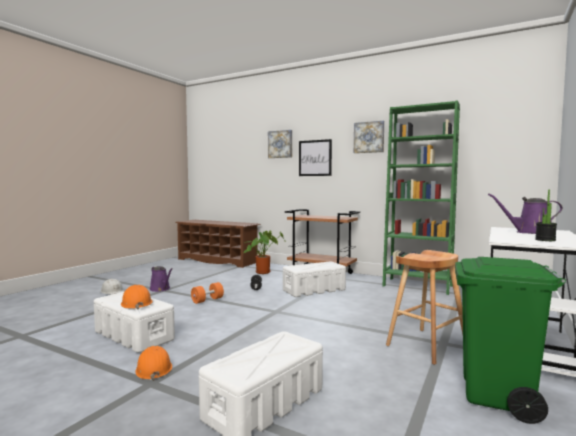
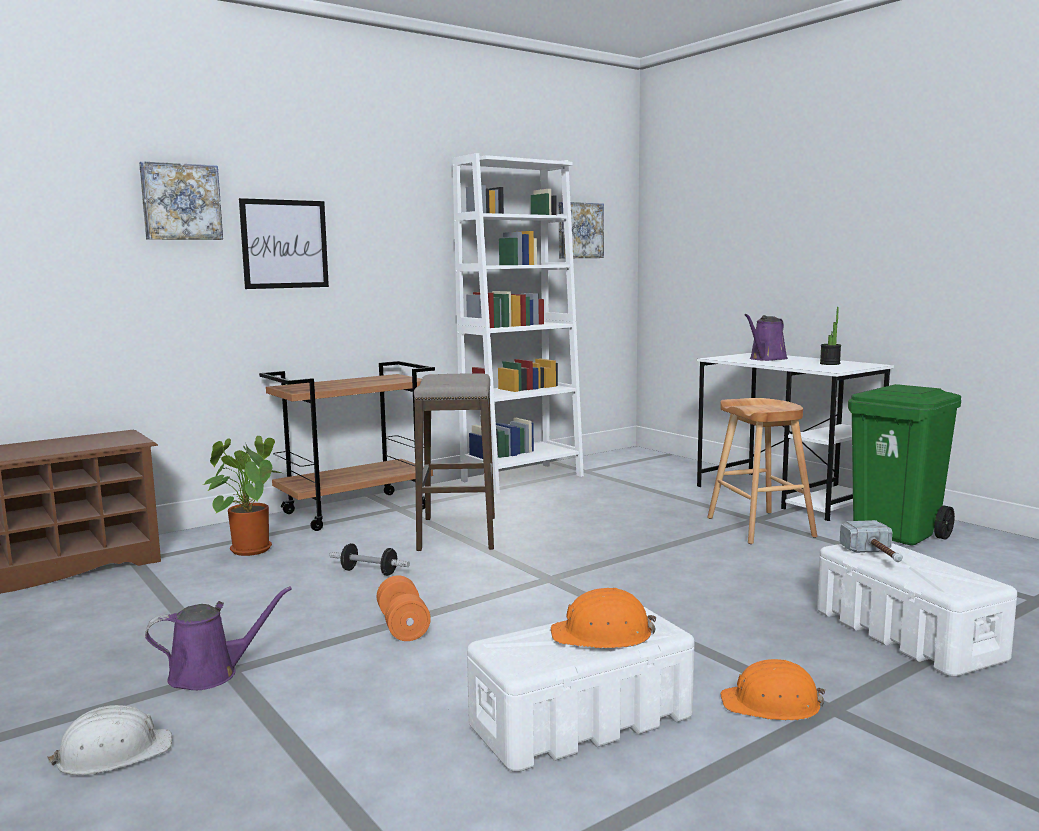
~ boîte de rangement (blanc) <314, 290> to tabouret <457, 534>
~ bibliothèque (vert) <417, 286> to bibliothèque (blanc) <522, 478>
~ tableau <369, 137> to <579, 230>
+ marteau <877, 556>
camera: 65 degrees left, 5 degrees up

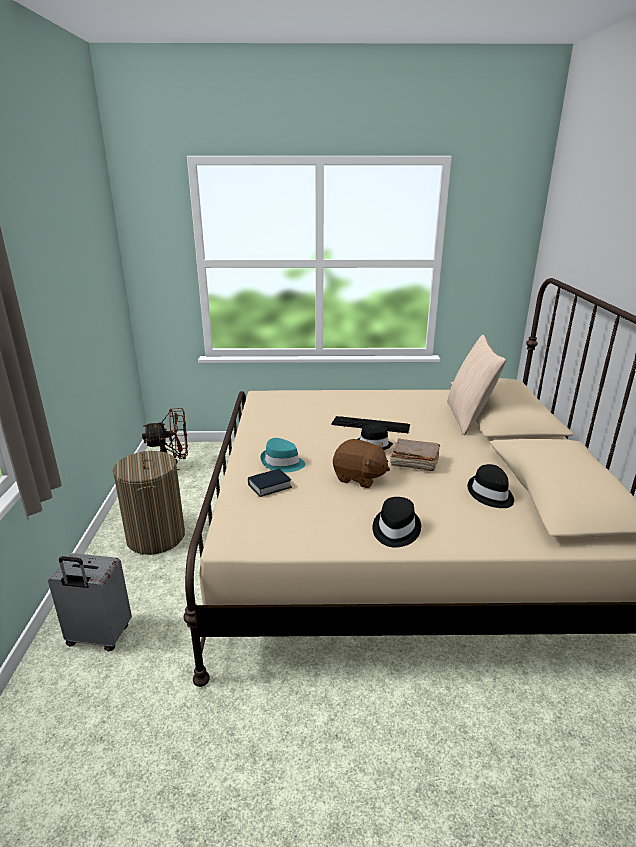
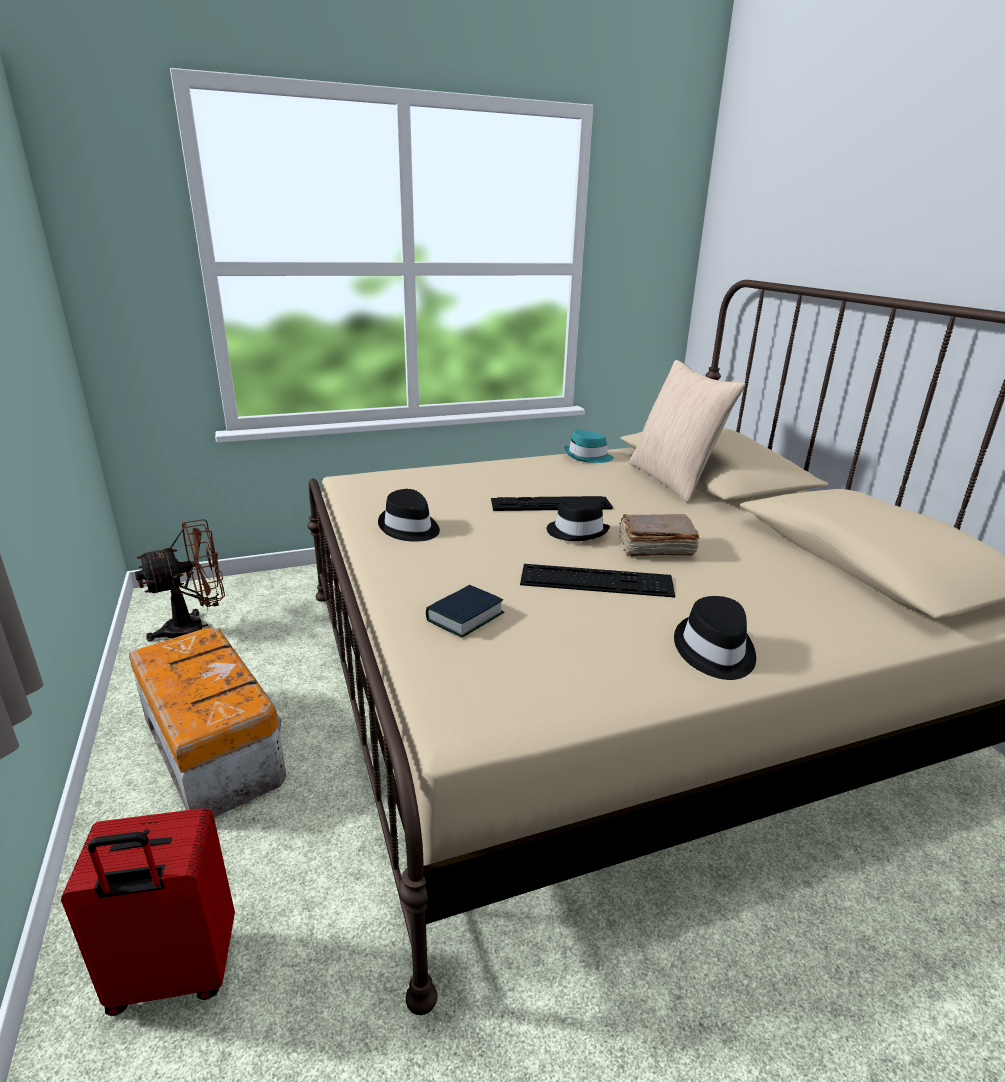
~ valise (gris) <98, 637> to valise (rouge) <174, 975>
~ panier à linge <156, 537> to boîte de rangement <213, 748>
~ chapeau (noir) <490, 494> to <409, 528>
~ peluche (marron) <359, 478> to clavier <596, 581>
~ chapeau (turquoise) <282, 463> to <588, 457>
camera: 20 degrees left, 0 degrees up

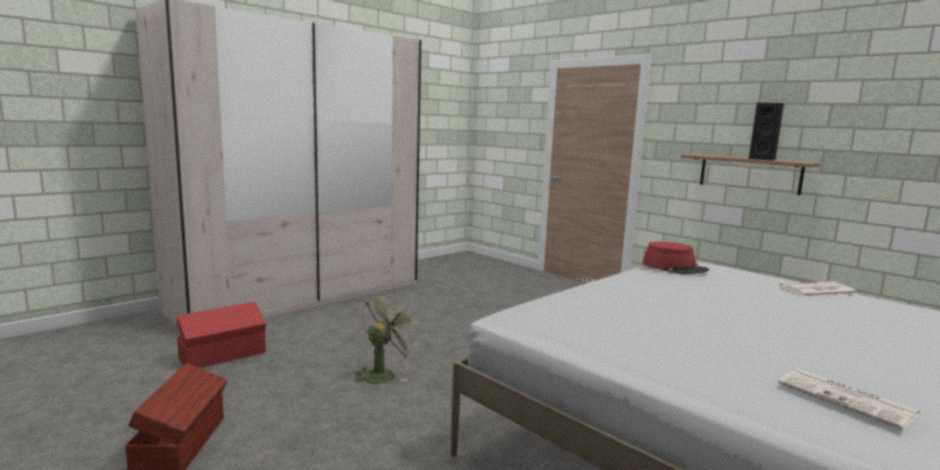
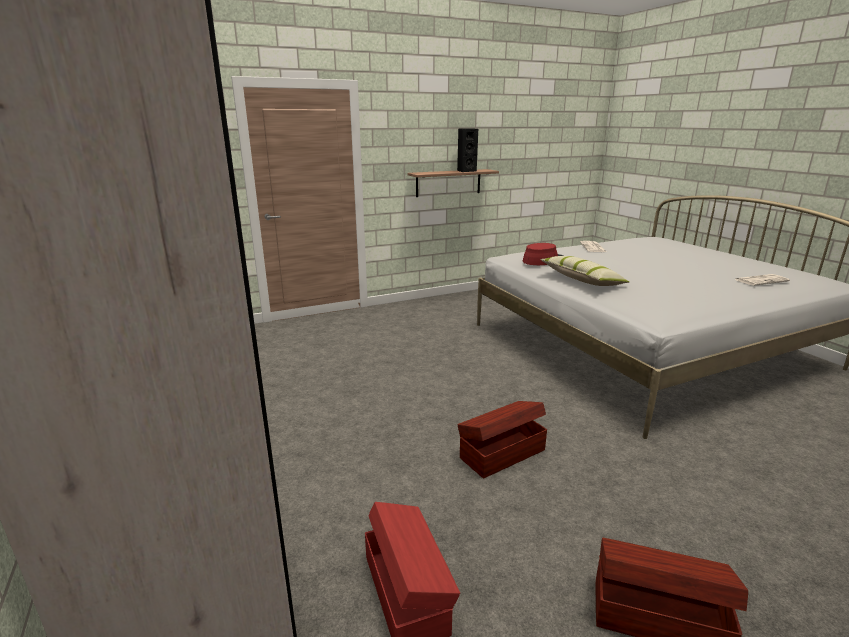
~ ventilateur (vert) <383, 374> to boîte de rangement (marron) <501, 453>
+ coussin <581, 280>
camera: 70 degrees left, 10 degrees up

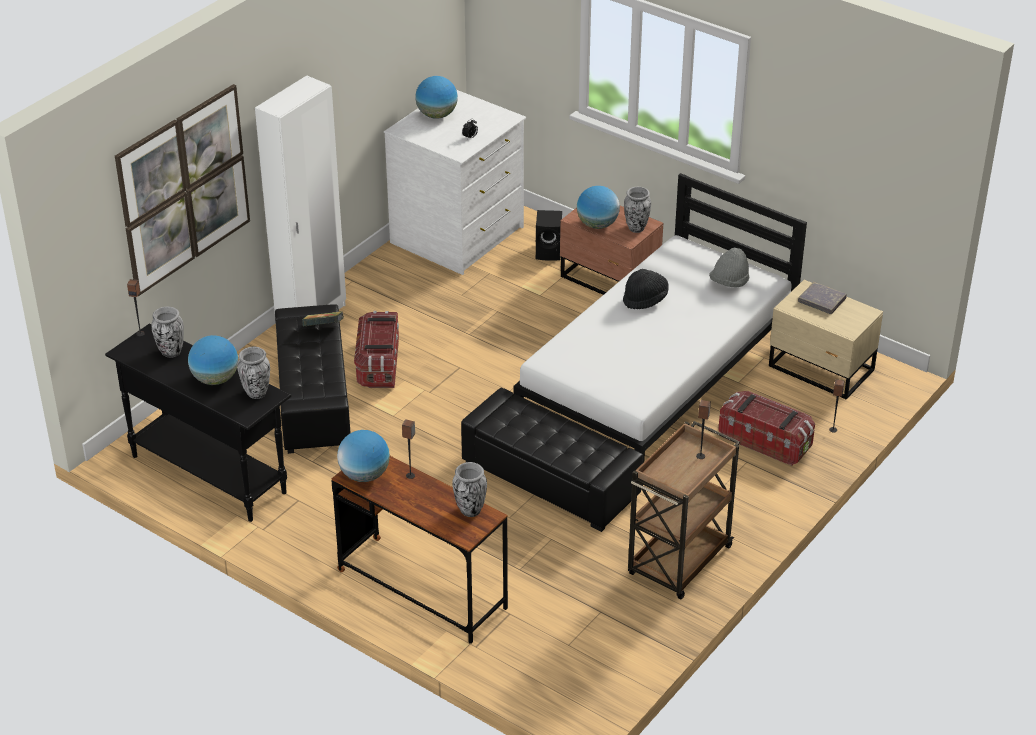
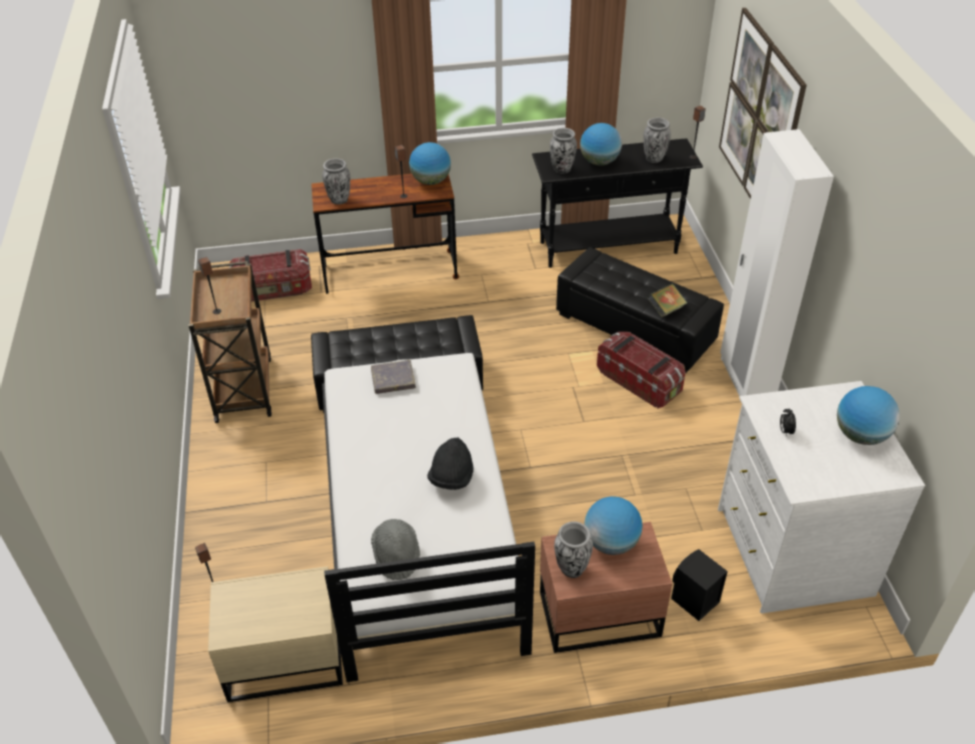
~ boîte de rangement <765, 441> to <273, 290>
~ livre (gris) <821, 301> to <393, 379>
camera: 135 degrees right, 5 degrees up

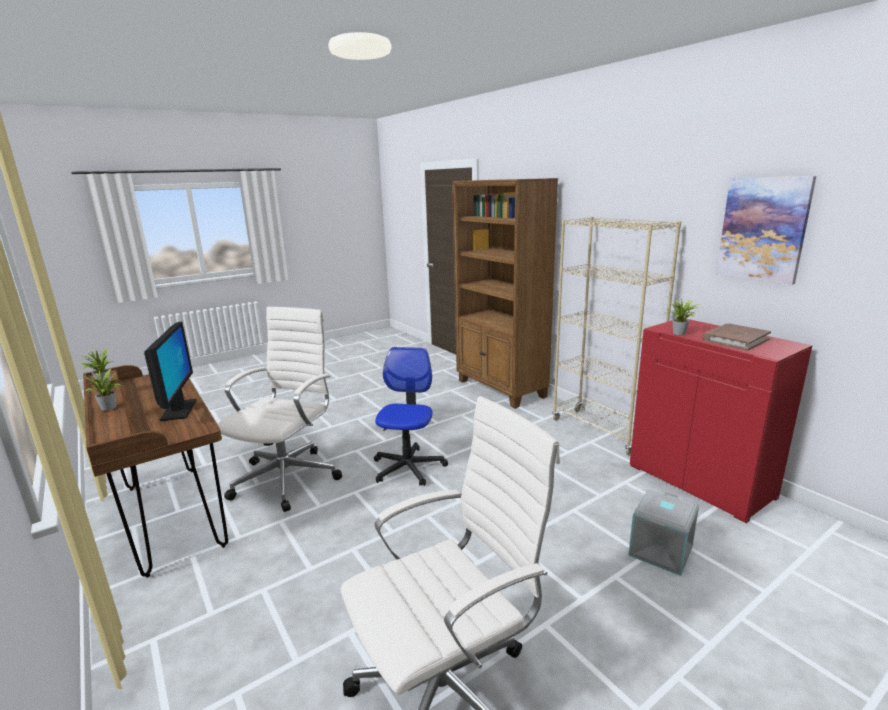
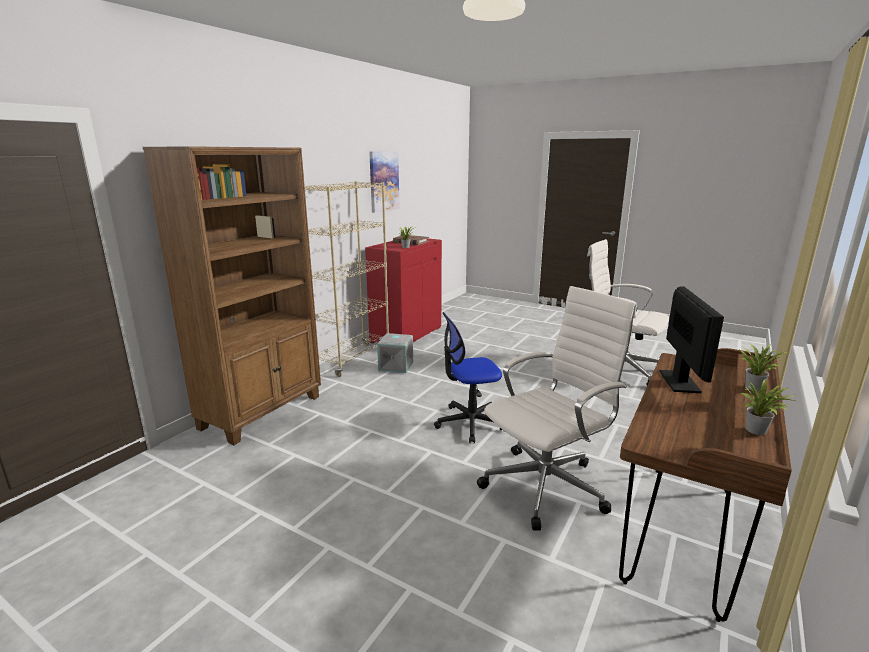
~ boîte de rangement (gris) <661, 551> to <396, 366>
~ chaise de bureau (blanc) <289, 477> = <548, 485> 150 degrees clockwise
~ écran d'ordinateur <179, 410> = <679, 382> 135 degrees clockwise
camera: 115 degrees left, 0 degrees up

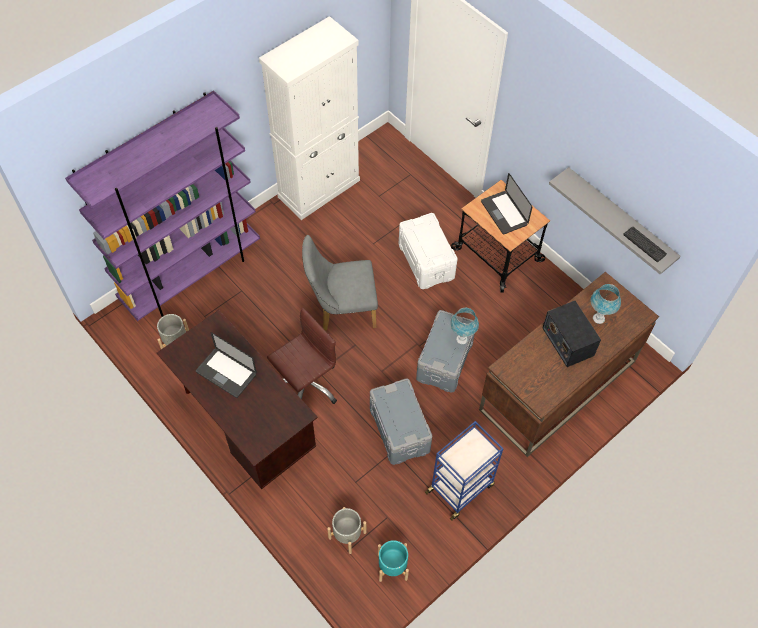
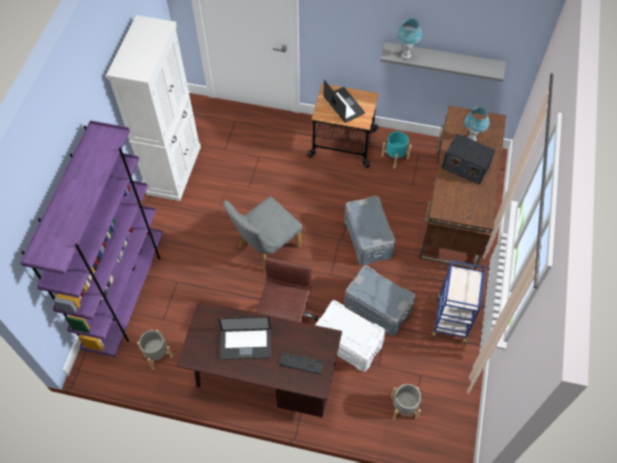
~ clavier <644, 244> to <301, 363>
~ boîte de rangement (blanc) <426, 261> to <348, 342>
~ ordinateur portable <504, 213> = <344, 105> 150 degrees counterclockwise
~ cache-pot (turquoise) <392, 567> to <395, 157>
~ lampe de table (bleu) <462, 339> to <406, 55>
camera: 35 degrees left, 0 degrees up

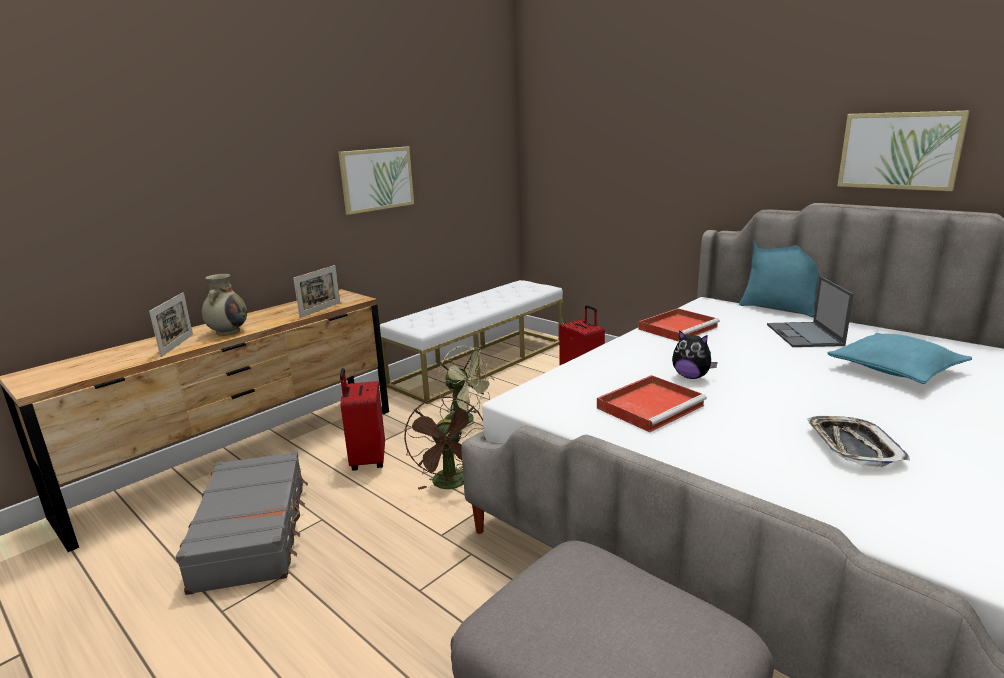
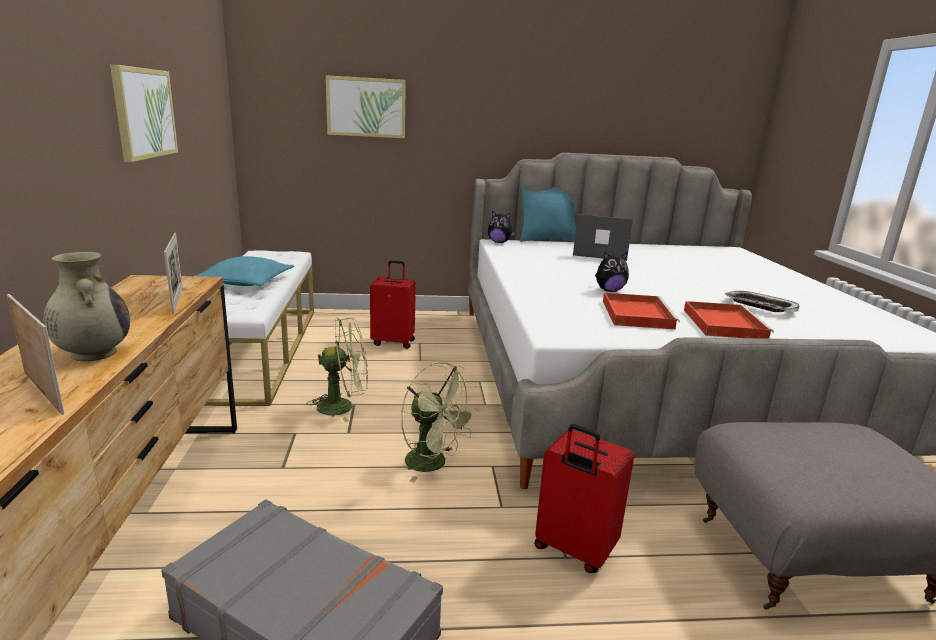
~ coussin (turquoise) <895, 369> to <246, 282>
~ tableau <899, 150> to <366, 107>
~ ventilateur (marron) <451, 485> to ventilateur (vert) <434, 464>
+ peluche <499, 242>
~ valise (rouge) <367, 460> to <573, 550>
~ ordinateur portable <805, 335> = <599, 253> 150 degrees clockwise
~ plateau (rouge) <678, 327> to <723, 323>
camera: 50 degrees left, 0 degrees up

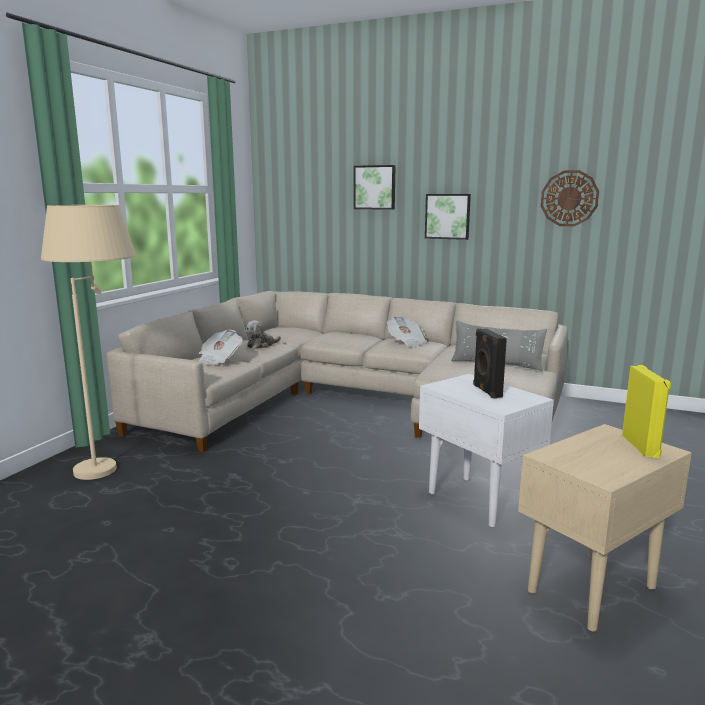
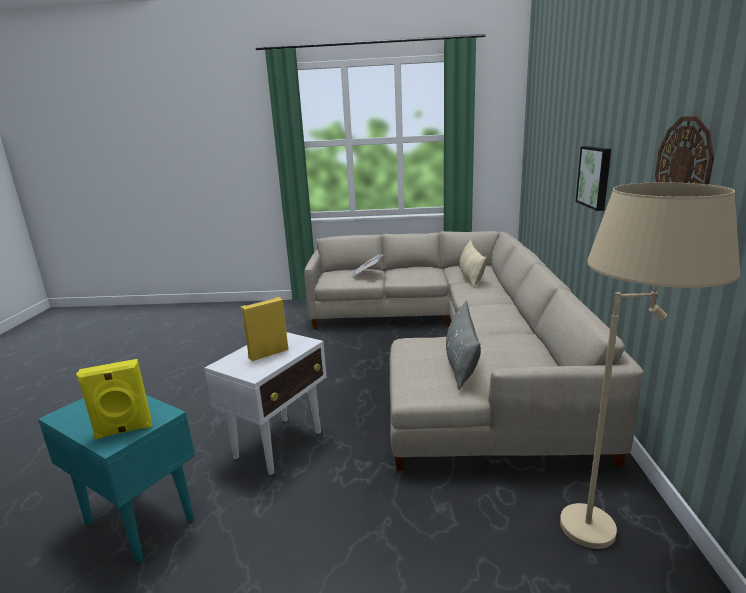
~ table d'appoint (beige) <590, 590> to table d'appoint (turquoise) <139, 520>
~ enceinte (noir) <486, 391> to enceinte (jaune) <268, 353>
+ coussin (beige) <470, 277>
~ lampadaire (beige) <111, 461> to <617, 527>
- peluche <262, 345>
- tableau <375, 187>
- journal <406, 342>
camera: 70 degrees right, 5 degrees up

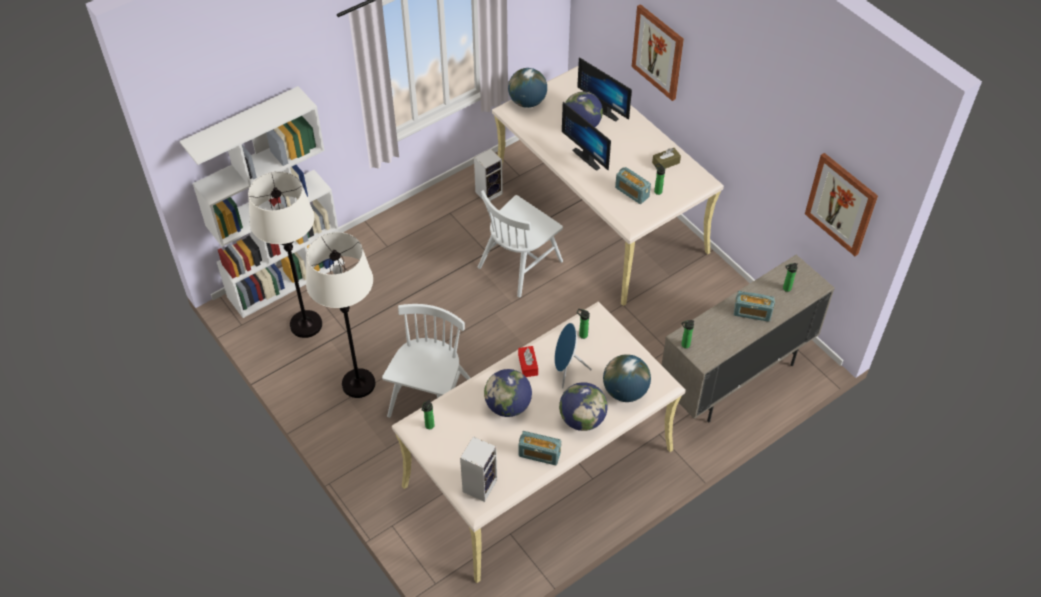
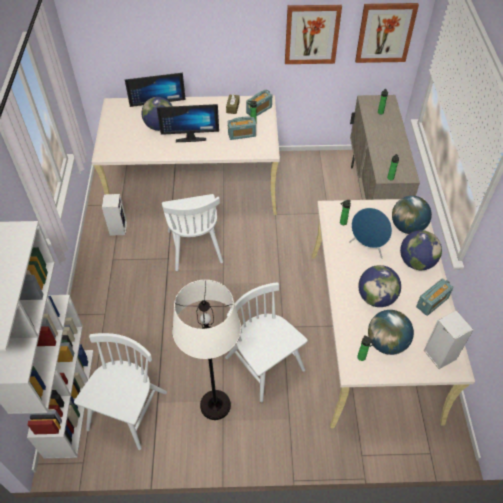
~ lampadaire (blanc) <306, 325> to chaise (blanc) <127, 411>
~ radio <752, 313> to <259, 110>
~ tableau <658, 52> to <312, 34>
~ globe <527, 102> to <386, 342>
- boîte à mouchoirs (rouge) <528, 365>
camera: 55 degrees left, 0 degrees up

